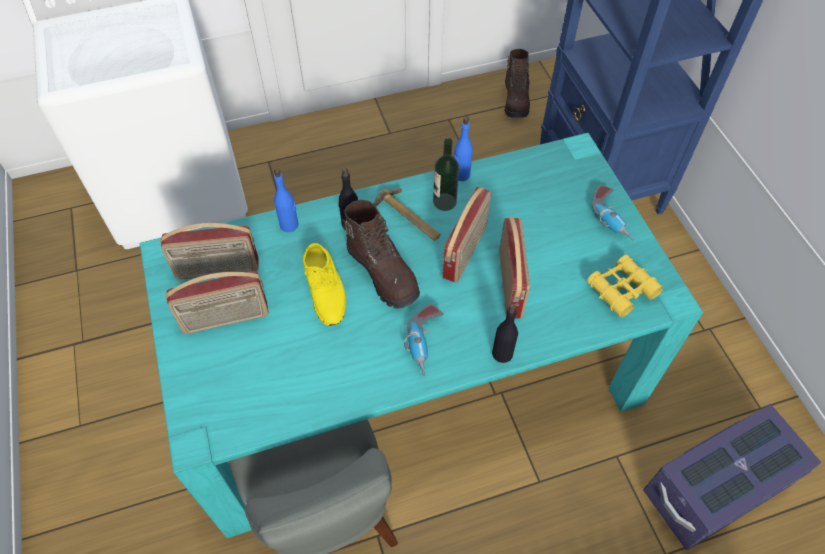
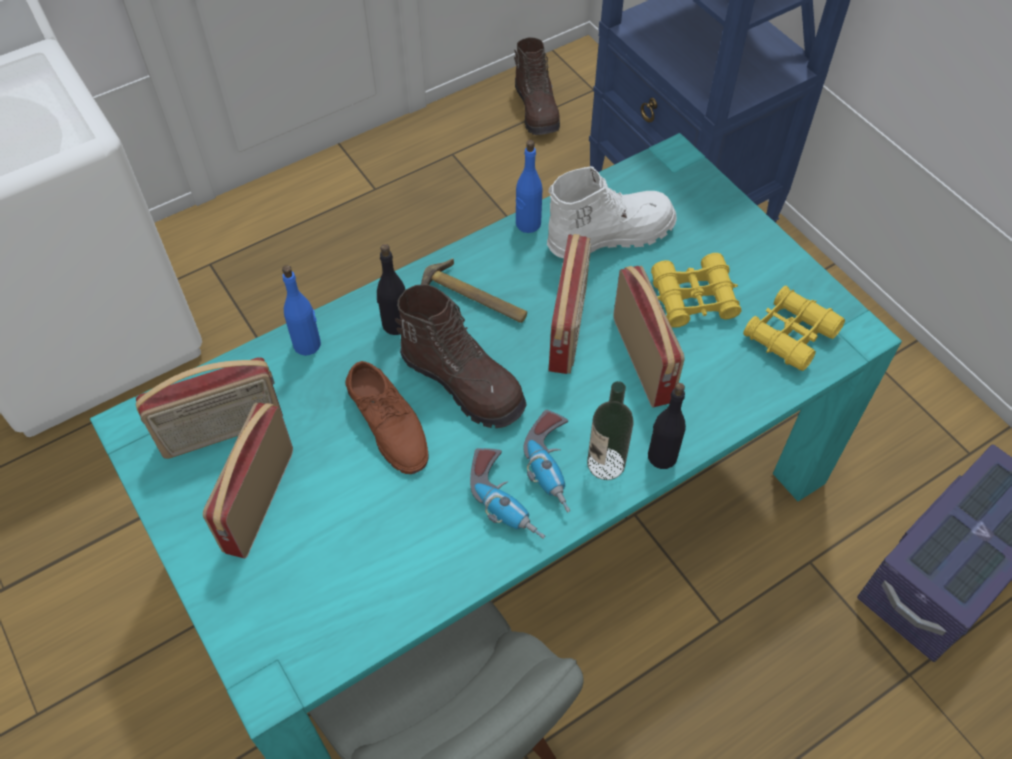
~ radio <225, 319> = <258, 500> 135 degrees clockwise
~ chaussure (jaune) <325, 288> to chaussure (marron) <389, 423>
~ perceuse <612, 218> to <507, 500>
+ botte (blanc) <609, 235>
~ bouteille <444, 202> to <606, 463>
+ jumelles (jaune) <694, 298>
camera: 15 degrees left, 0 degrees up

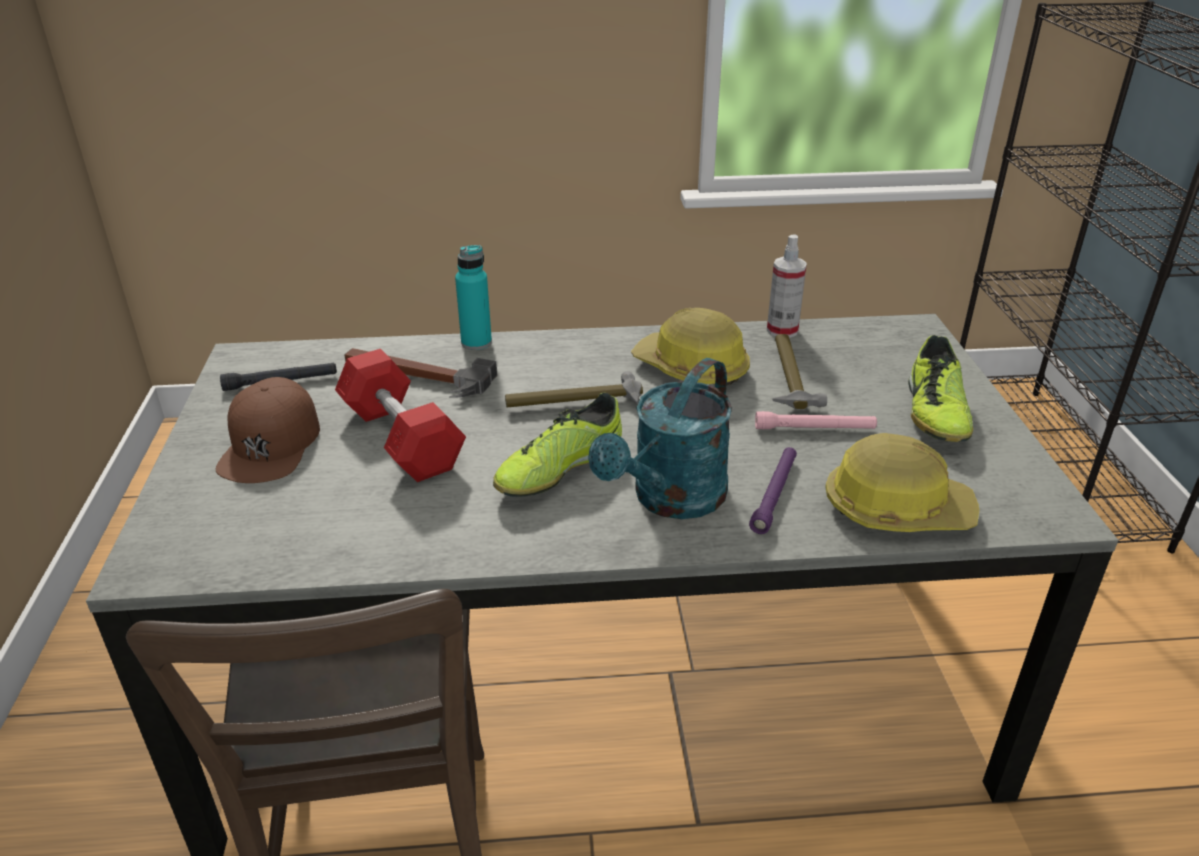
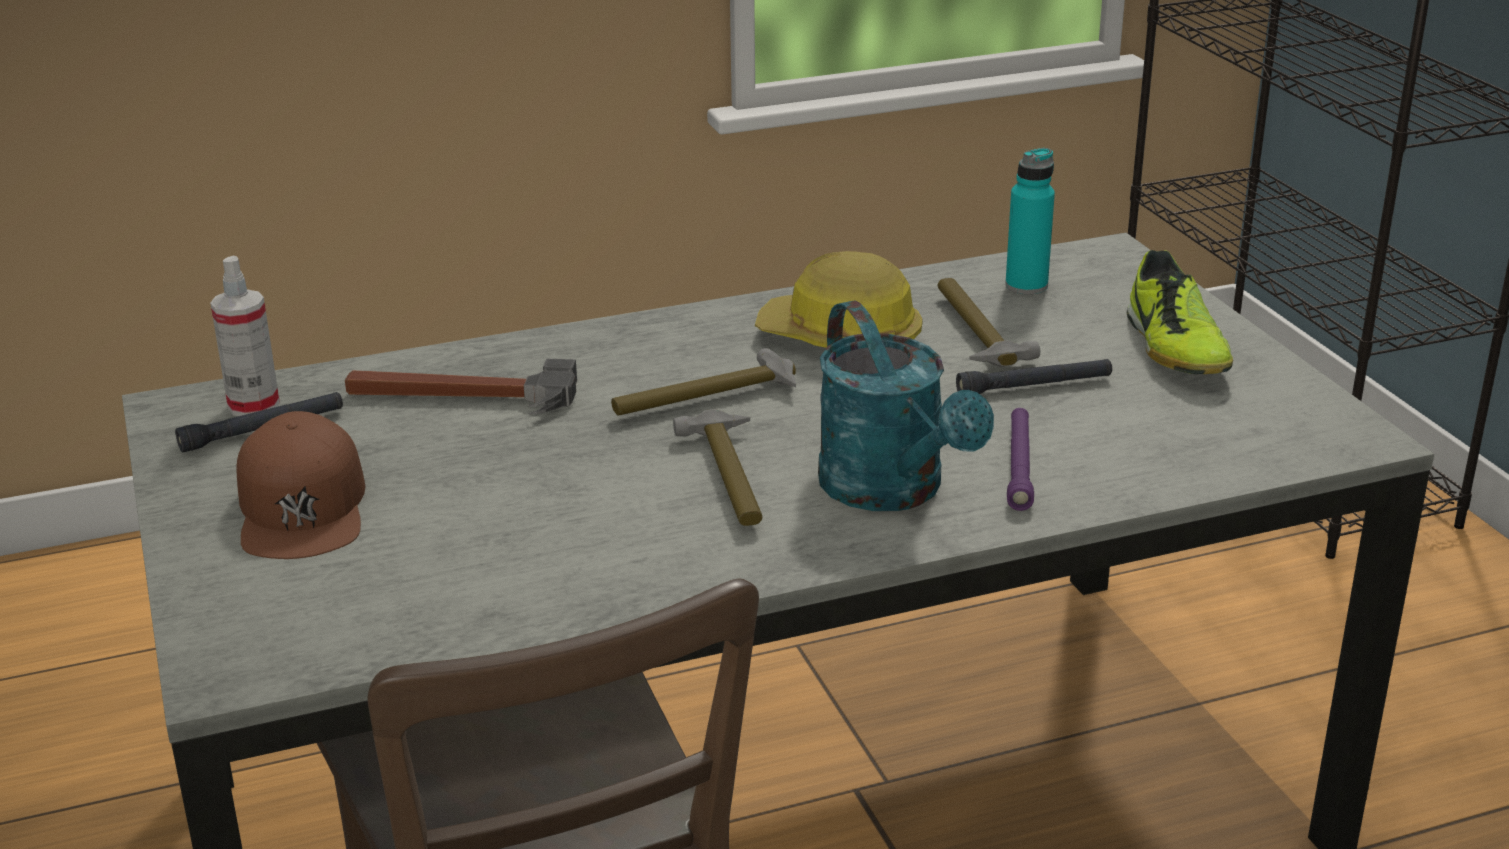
~ vaporisateur <782, 330> to <254, 405>
~ chaussure <559, 469> to marteau <729, 479>
~ arrosoir (turquoise) <670, 500> = <893, 491> 45 degrees counterclockwise
~ lampe de poche (rose) <814, 429> to lampe de poche (noir) <1034, 386>
~ bouteille (turquoise) <476, 343> to <1026, 286>
- haltère (rouge) <401, 438>
- casque de chantier <896, 509>
camera: 15 degrees left, 5 degrees down

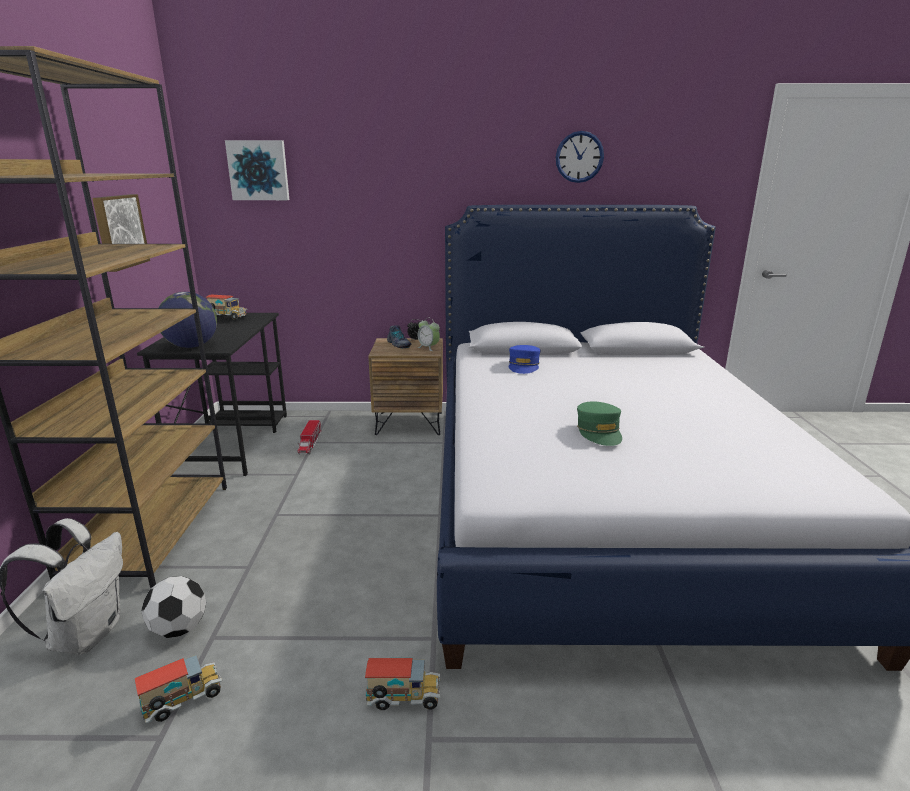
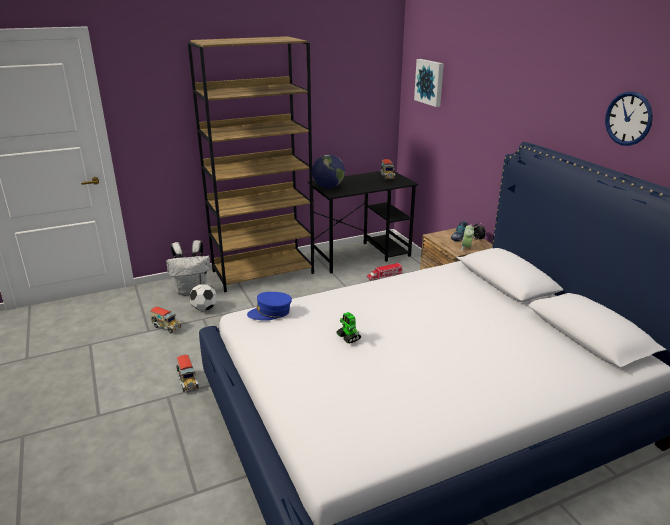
~ casquette (bleu) <523, 366> to <270, 312>
~ casquette (vert) <599, 432> to robot jouet <348, 337>
- tableau <119, 231>
camera: 65 degrees right, 5 degrees up

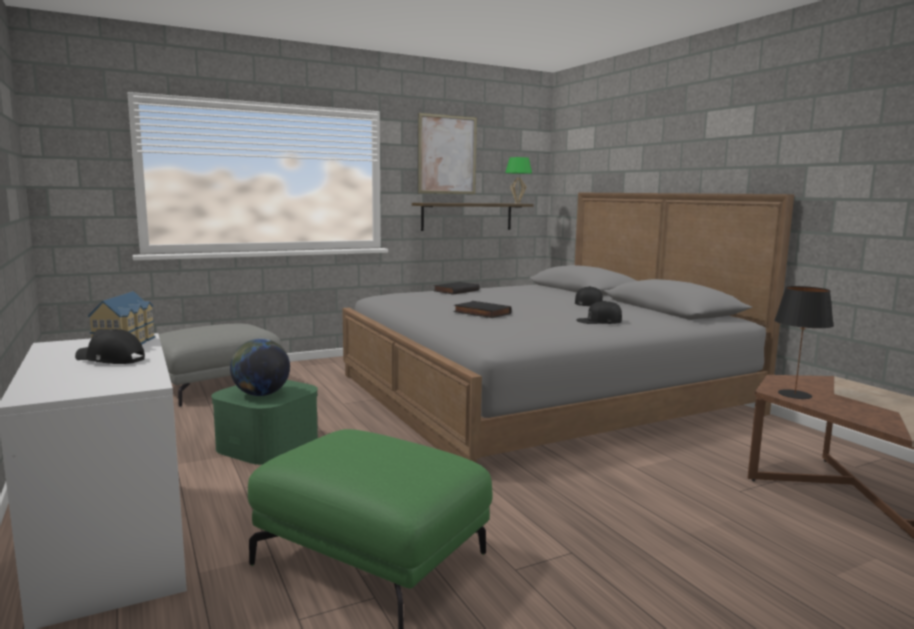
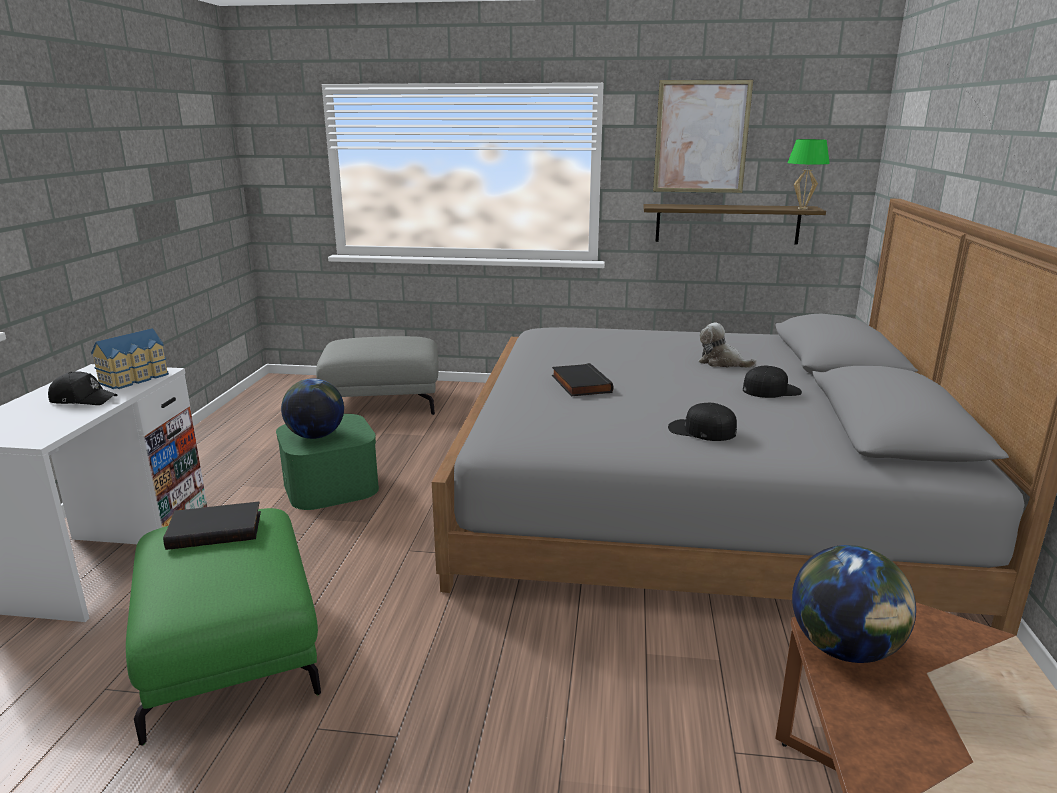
~ casquette (noir) <110, 359> = <83, 399> 135 degrees clockwise
~ livre (noir) <455, 290> to <216, 529>
+ peluche <722, 363>
~ lampe de table (noir) <795, 394> to globe <844, 649>
camera: 35 degrees right, 10 degrees up

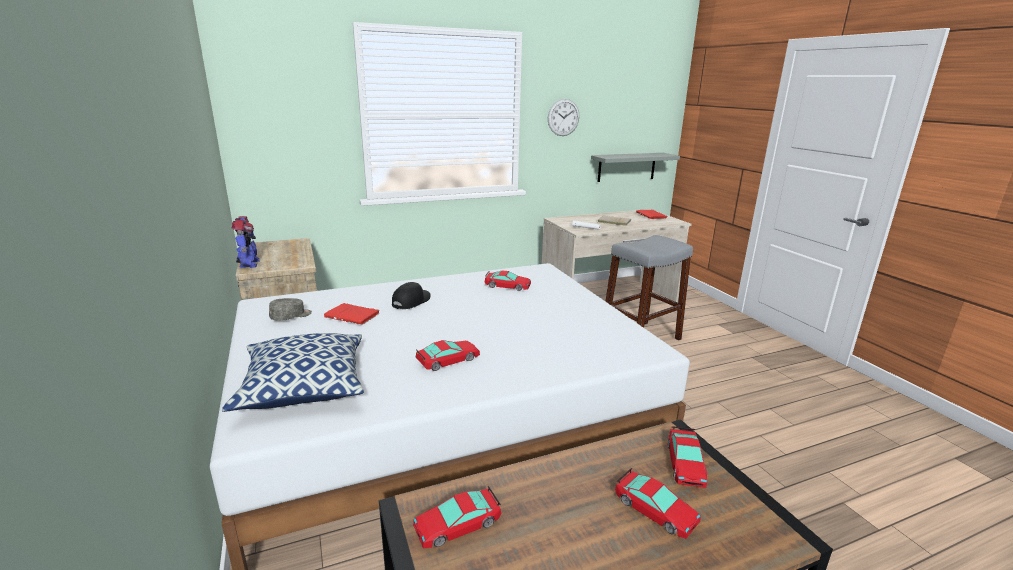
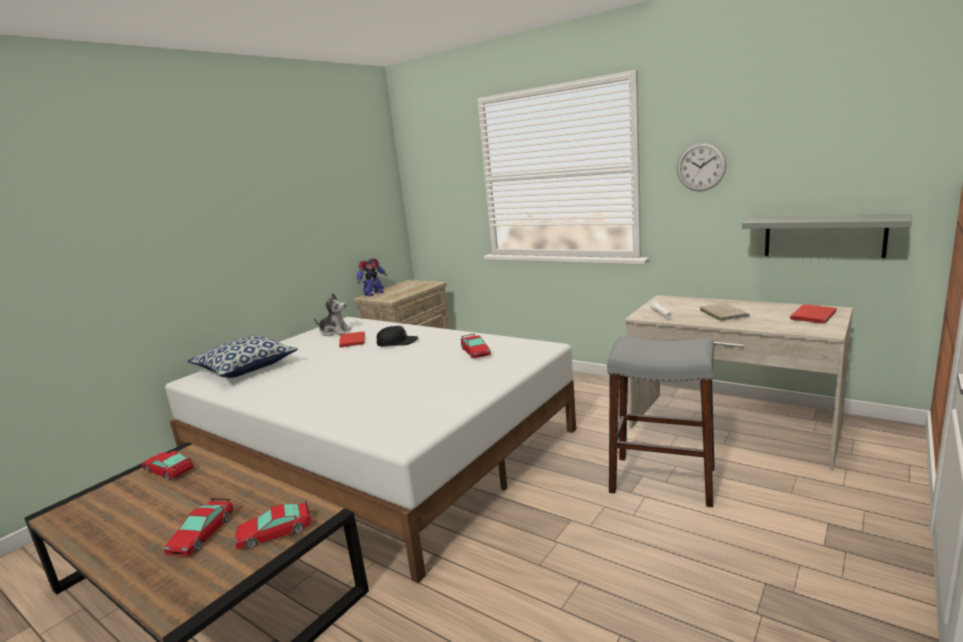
~ casquette (gris) <291, 316> to peluche <335, 332>
- petite voiture <448, 360>
camera: 60 degrees right, 5 degrees down

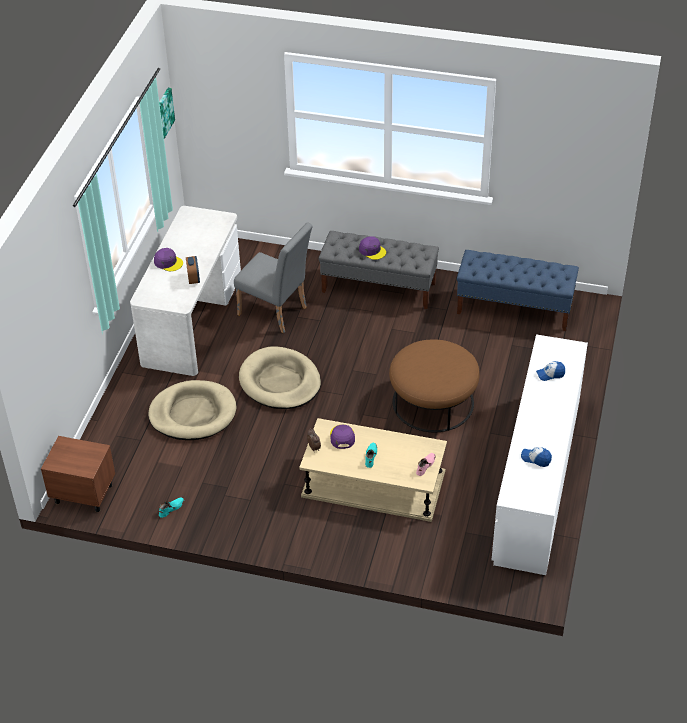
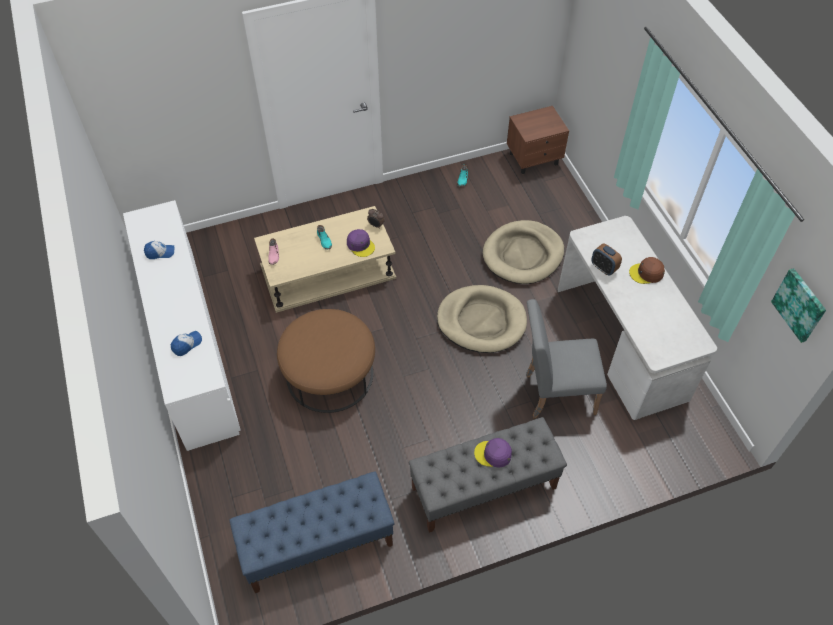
~ casquette (violet) <168, 262> to casquette (marron) <646, 273>
camera: 145 degrees right, 10 degrees up

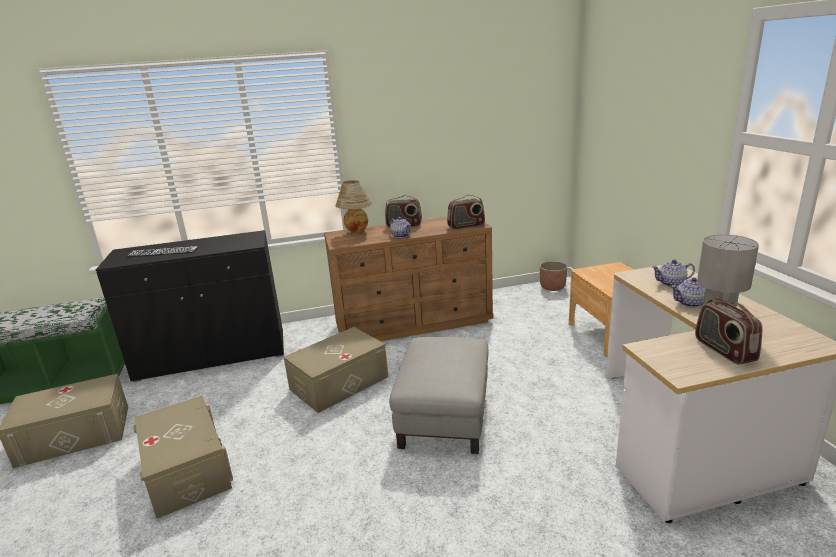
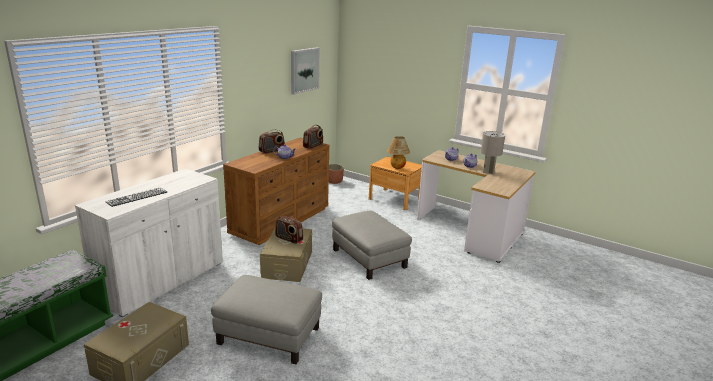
~ meuble de rangement (noir) <212, 356> to meuble de rangement (blanc) <162, 281>
~ boîte de rangement (beige) <186, 470> to pouf (gris) <268, 336>
~ radio <724, 350> to <289, 239>
+ tableau <304, 70>
~ lampe de table <356, 232> to <397, 168>
camera: 45 degrees left, 0 degrees up

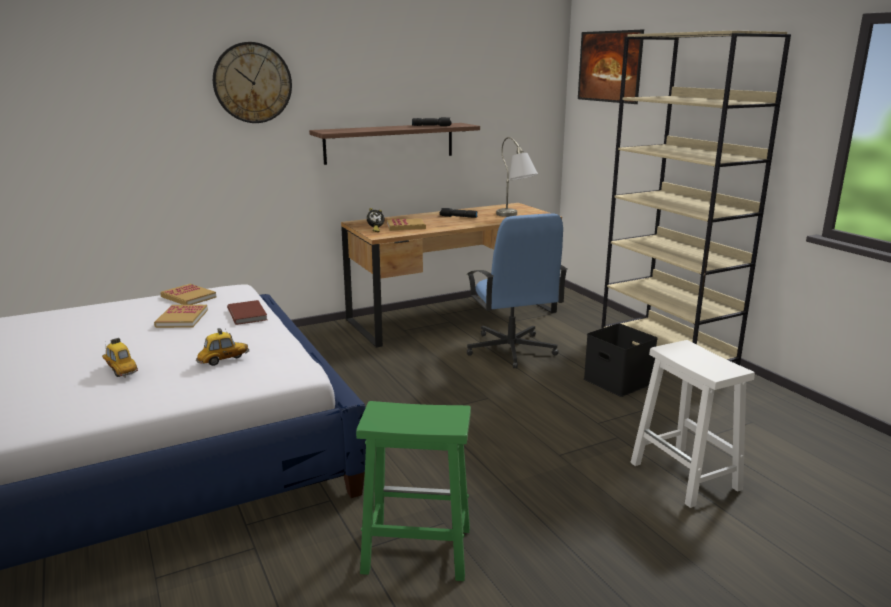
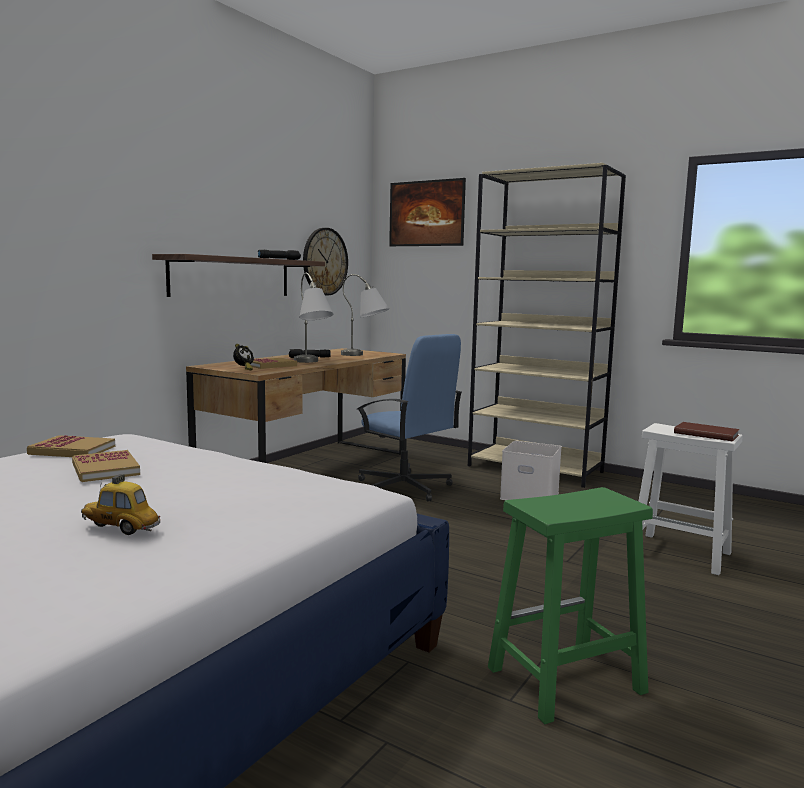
+ lampe de table (gris) <311, 363>
~ horloge murale <252, 83> to <325, 261>
~ boîte de rangement (noir) <619, 381> to boîte de rangement (blanc) <531, 495>
~ livre (marron) <248, 314> to <705, 434>
- petite voiture <223, 360>
camera: 30 degrees left, 10 degrees down

